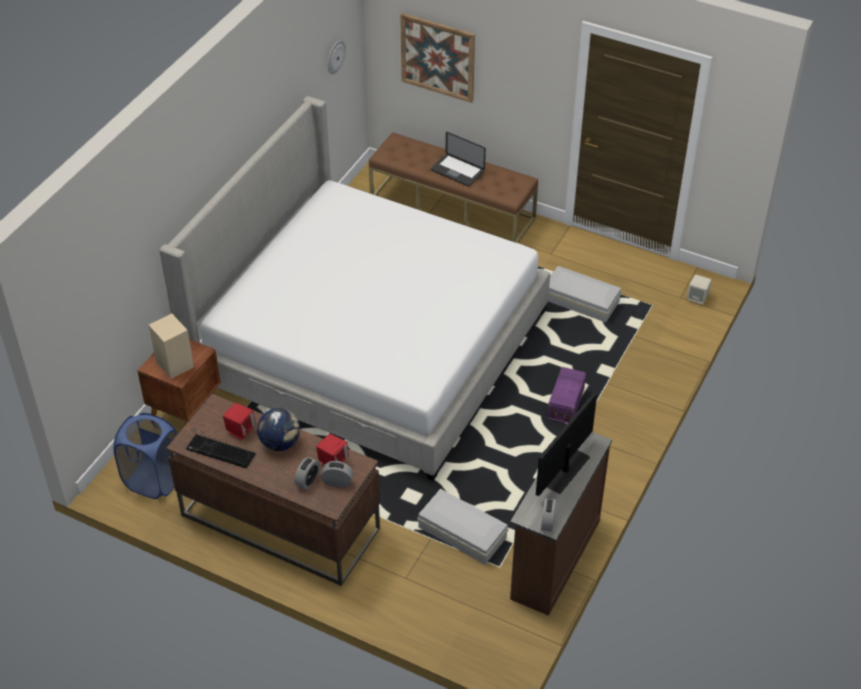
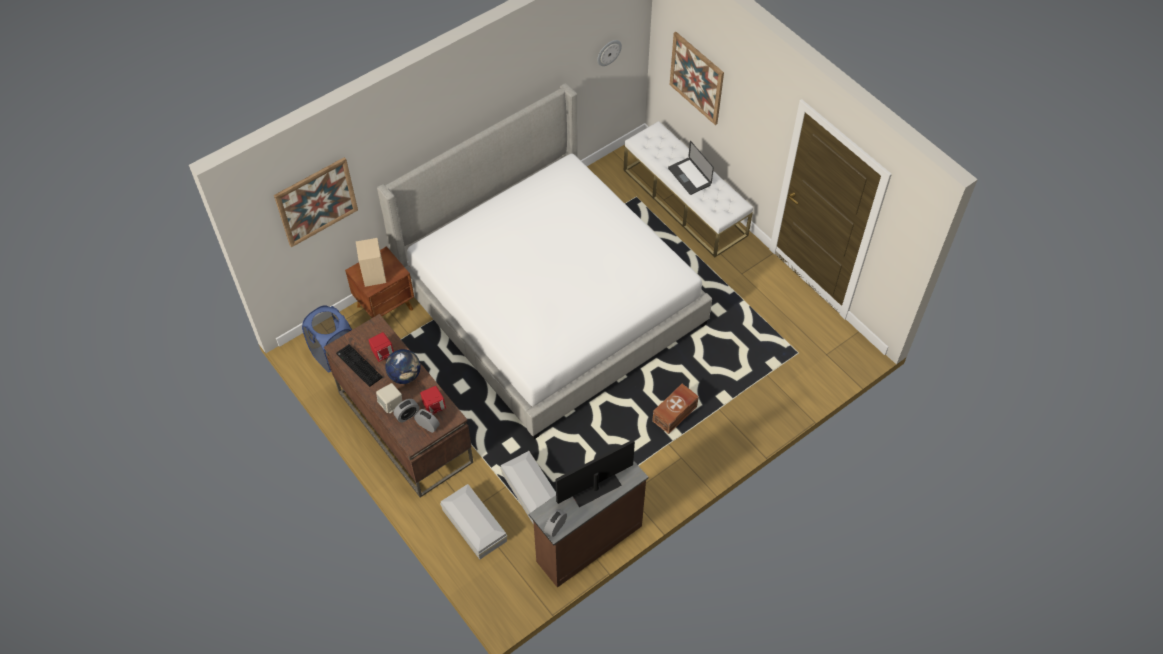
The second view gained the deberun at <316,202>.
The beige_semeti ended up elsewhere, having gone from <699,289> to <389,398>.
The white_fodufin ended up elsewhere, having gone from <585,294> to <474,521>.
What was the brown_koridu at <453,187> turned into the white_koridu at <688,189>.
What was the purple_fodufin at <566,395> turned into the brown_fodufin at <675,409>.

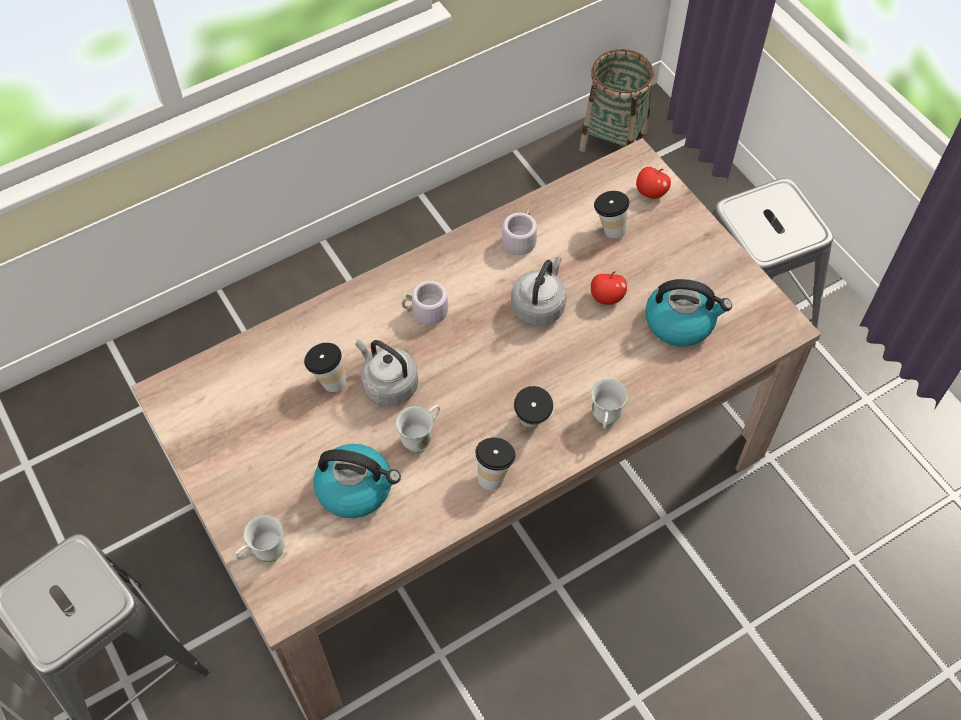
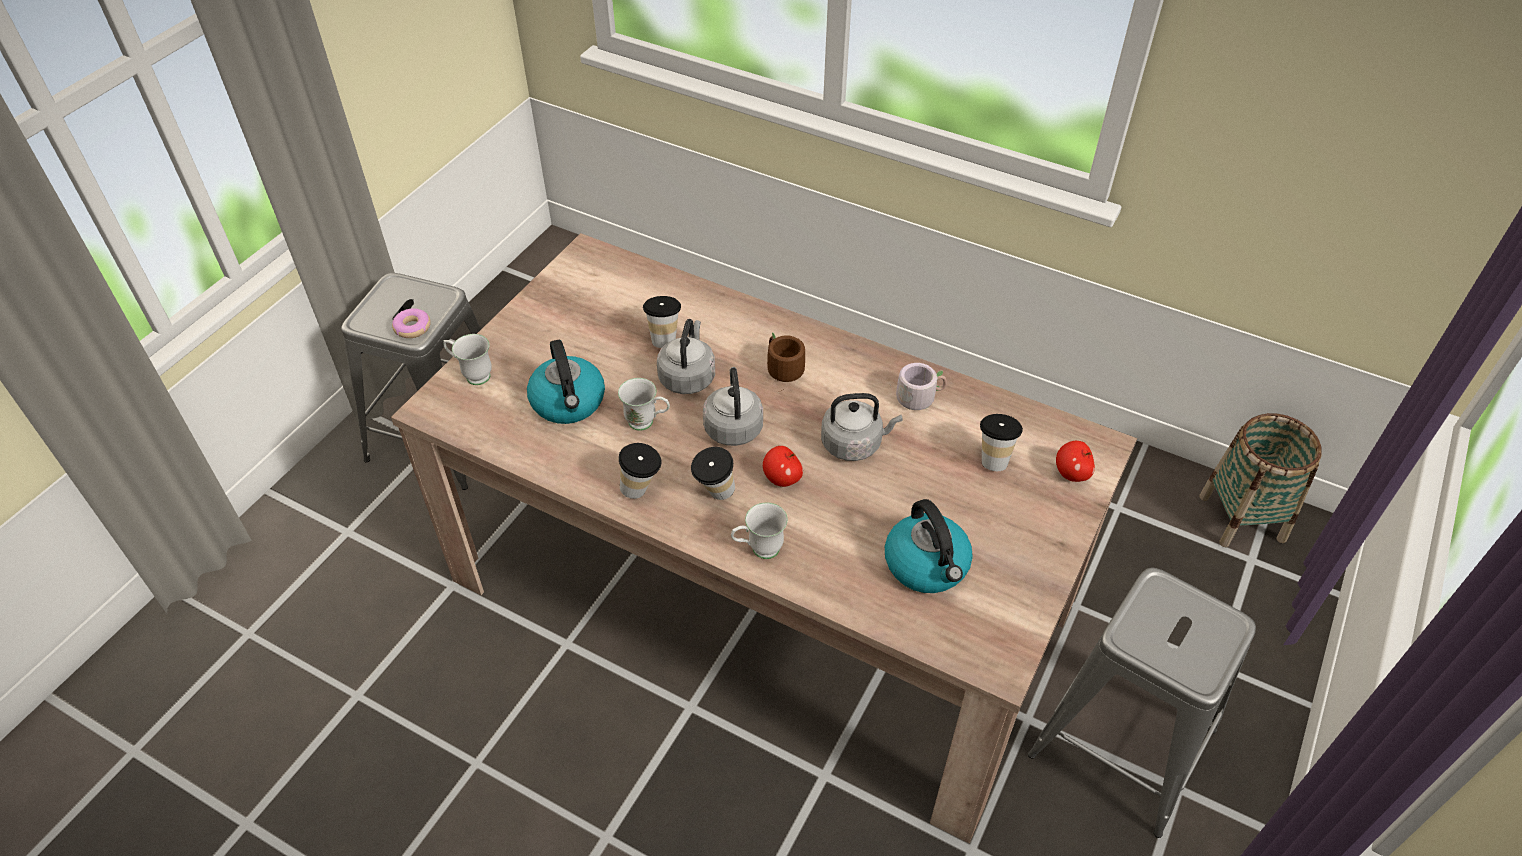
The second view gained the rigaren at <411,323>.
The second view gained the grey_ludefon at <733,406>.
The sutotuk ended up elsewhere, having gone from <609,288> to <783,466>.
What was the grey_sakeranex at <426,305> turned into the brown_sakeranex at <786,362>.

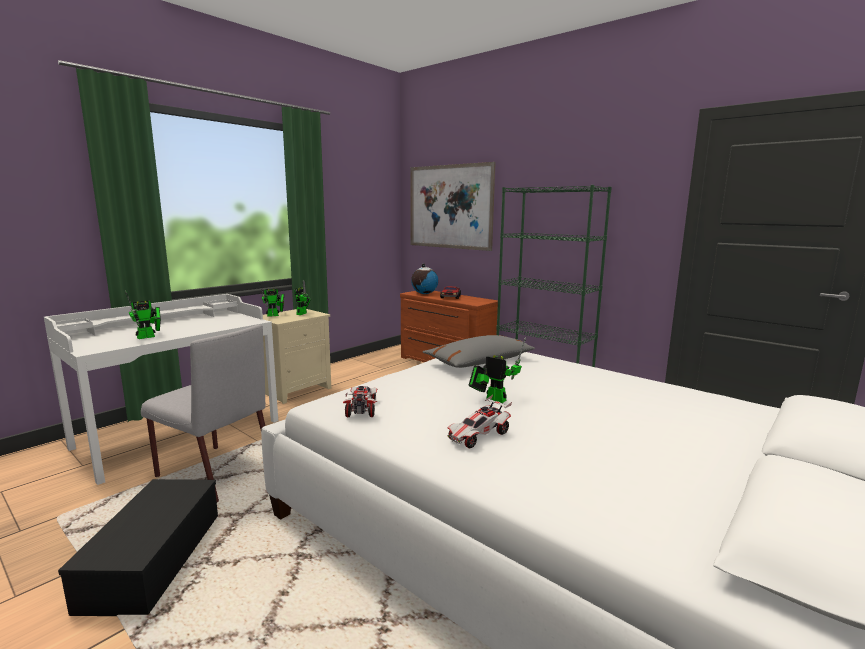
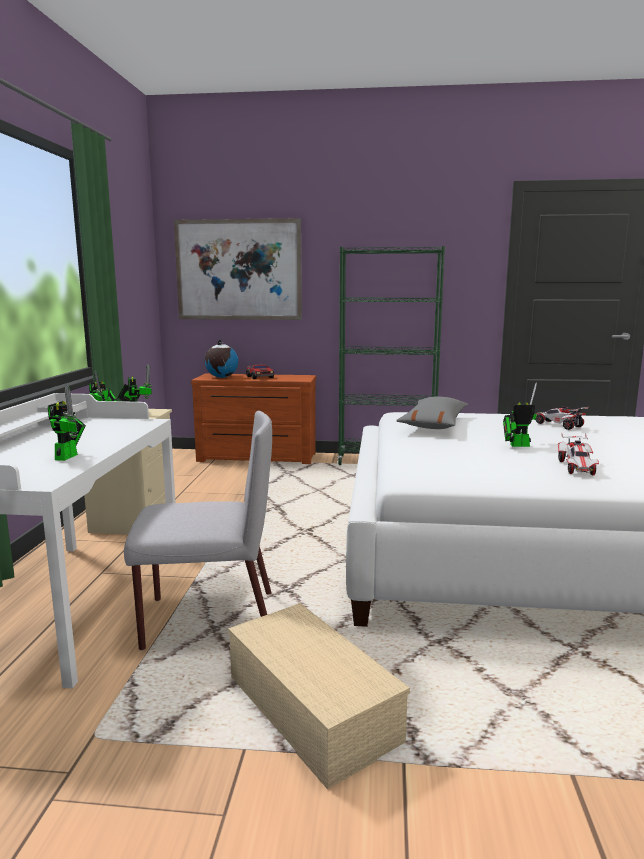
What was the black_fodufin at <138,547> turned into the beige_fodufin at <319,696>.
The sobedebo ended up elsewhere, having gone from <360,401> to <562,418>.

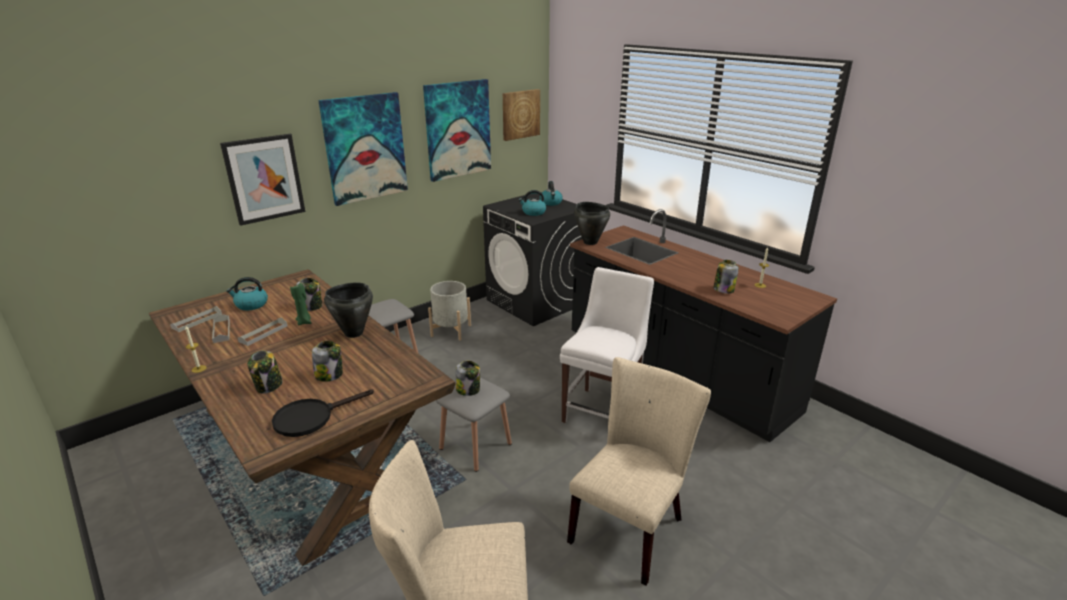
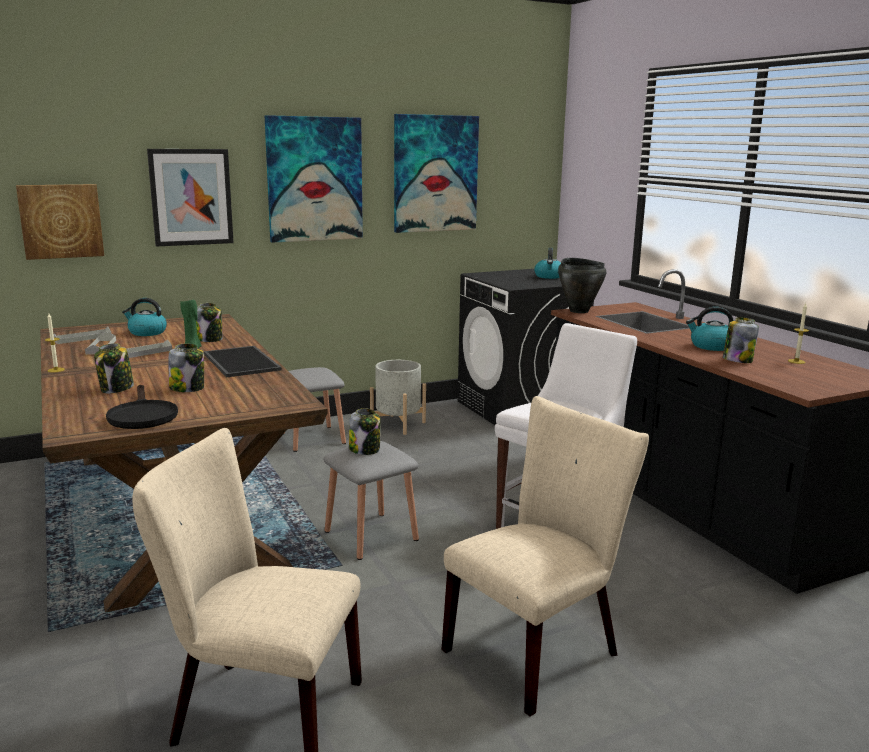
The deberun ended up elsewhere, having gone from <521,115> to <60,222>.
The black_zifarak at <323,413> ended up facing another way, 90 degrees counterclockwise from before.
Where the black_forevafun stood at <348,310>, the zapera came to stand at <242,361>.
The ludefon ended up elsewhere, having gone from <532,203> to <710,329>.

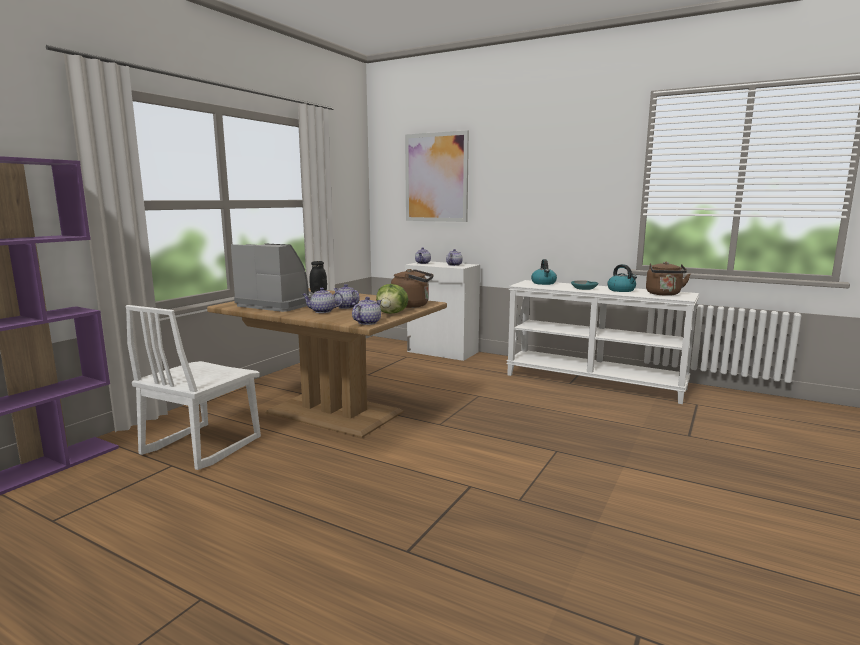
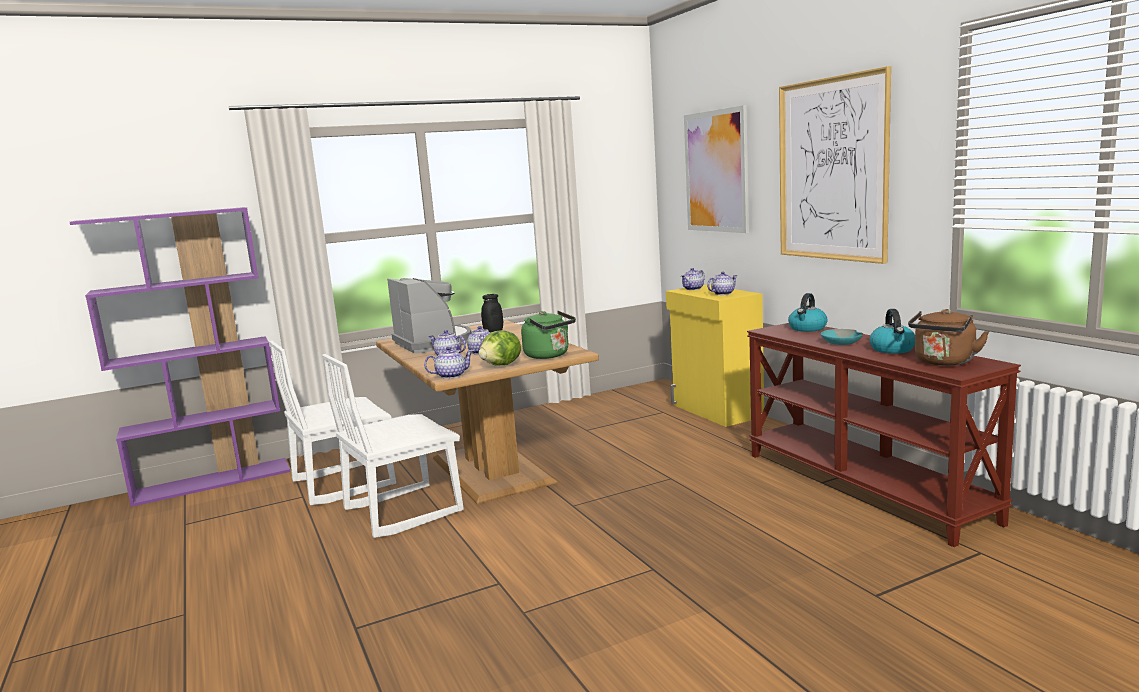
The second view gained the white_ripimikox at <393,446>.
What was the brown_ludefon at <412,288> turned into the green_ludefon at <548,335>.
What was the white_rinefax at <442,311> turned into the yellow_rinefax at <715,356>.
What was the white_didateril at <602,342> turned into the brown_didateril at <884,435>.
The second view gained the deberun at <835,165>.

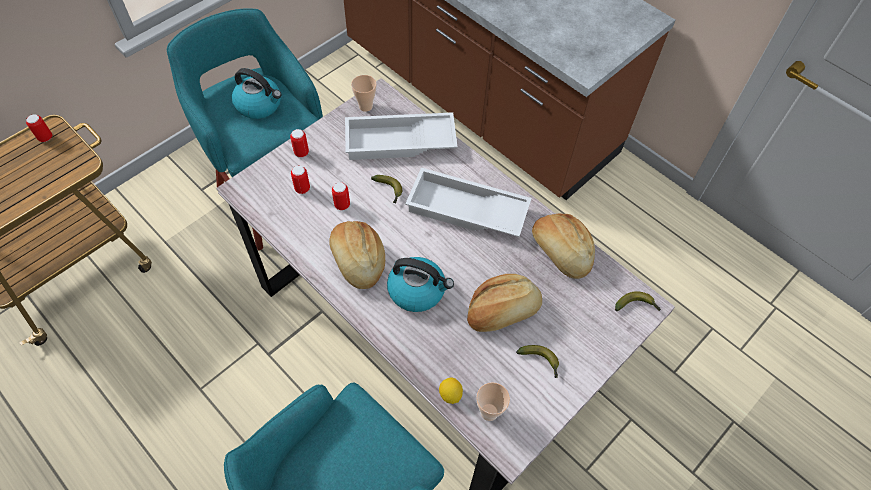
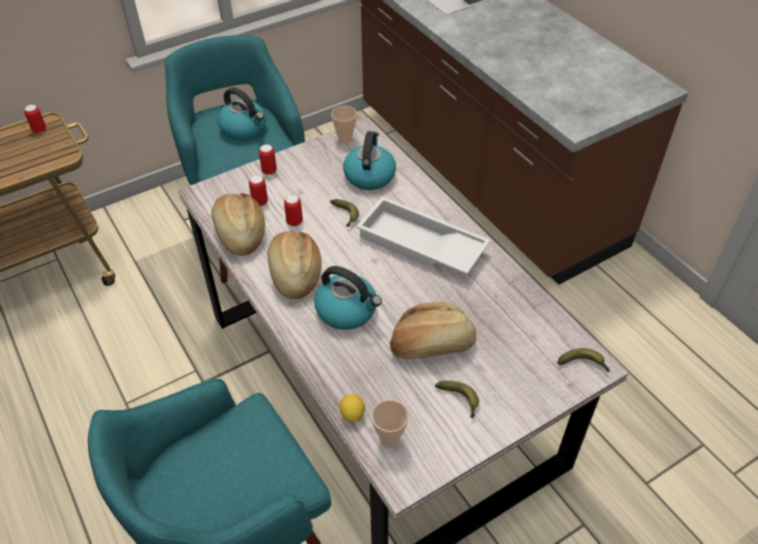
The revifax ended up elsewhere, having gone from <563,246> to <238,224>.
Where the white_zapera stood at <401,136>, the ludefon came to stand at <369,160>.

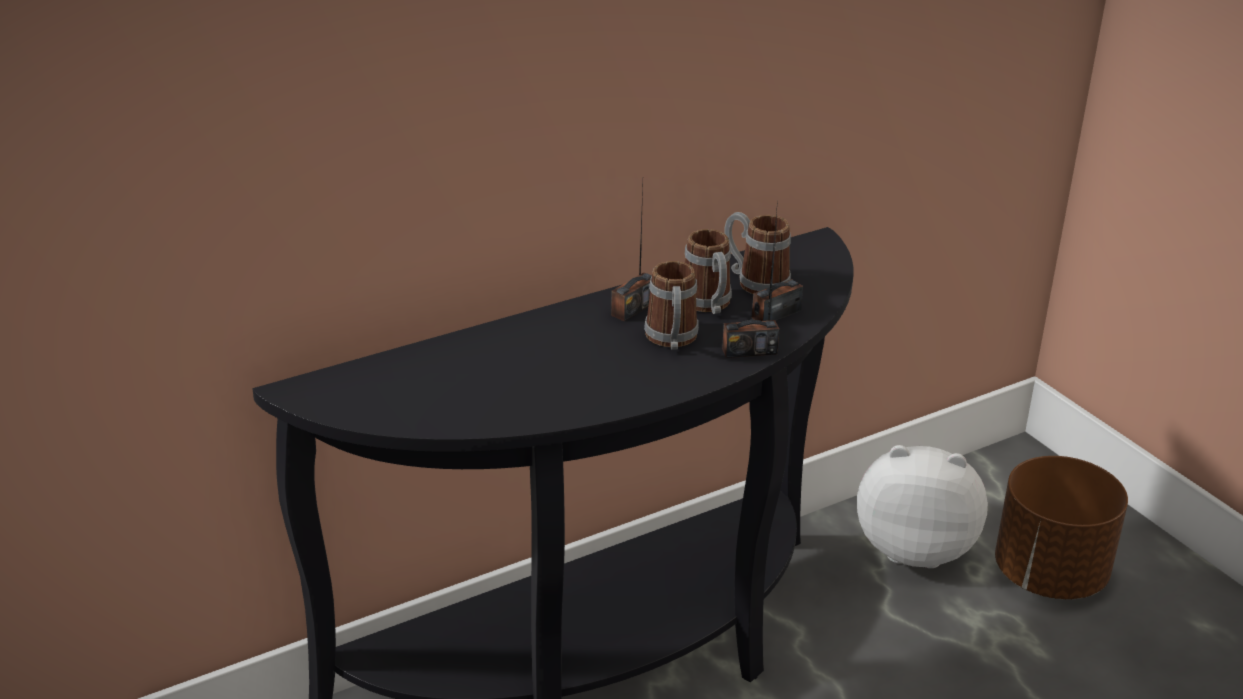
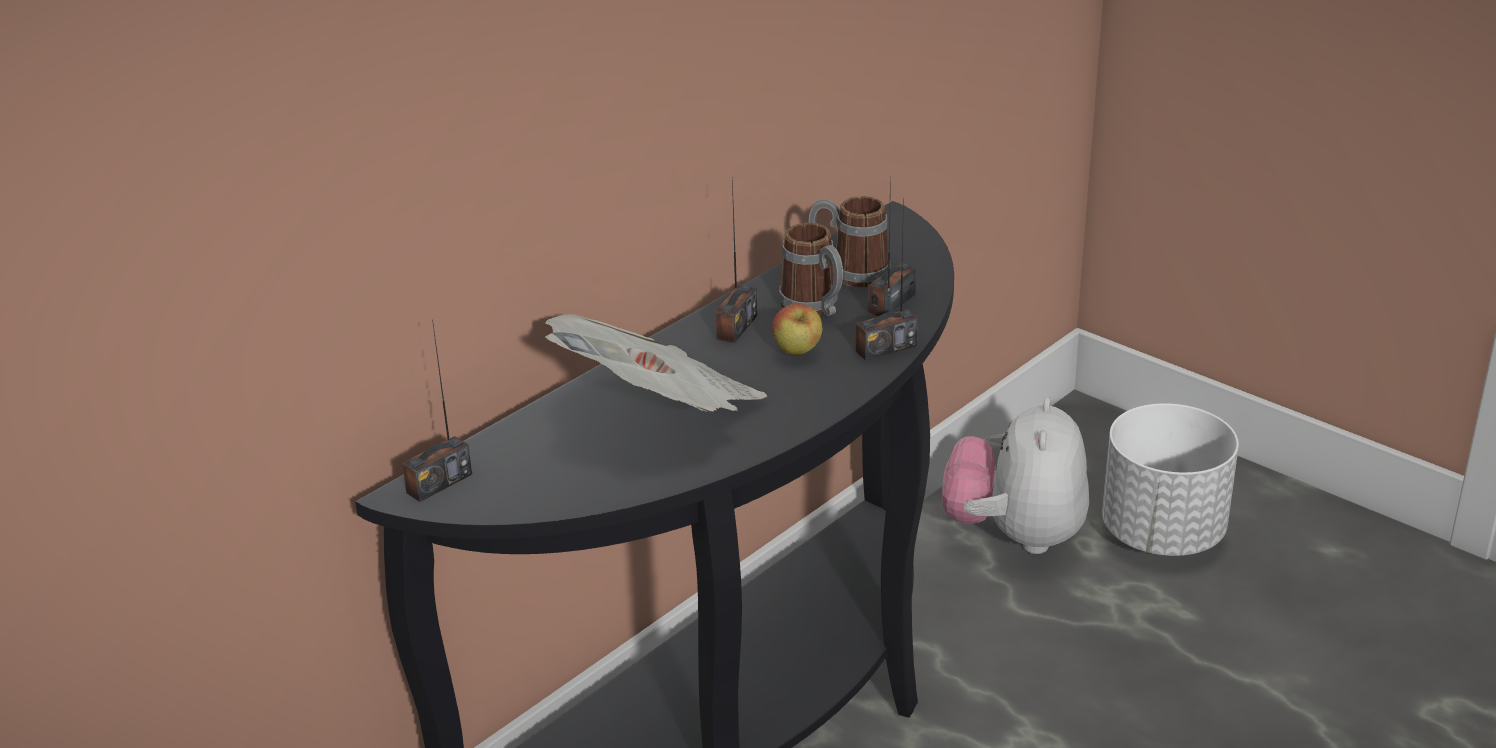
The second view gained the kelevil at <437,410>.
The second view gained the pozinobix at <656,363>.
Where the sakeranex stood at <671,305>, the sutotuk came to stand at <797,329>.
The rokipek at <922,506> ended up facing another way, 75 degrees counterclockwise from before.
What was the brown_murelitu at <1061,528> turned into the white_murelitu at <1170,479>.

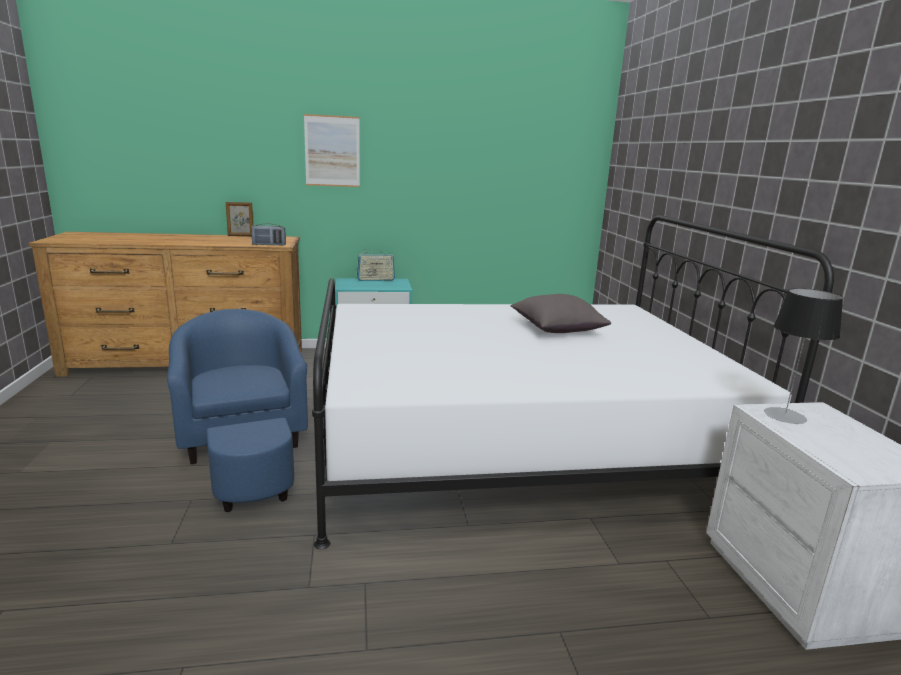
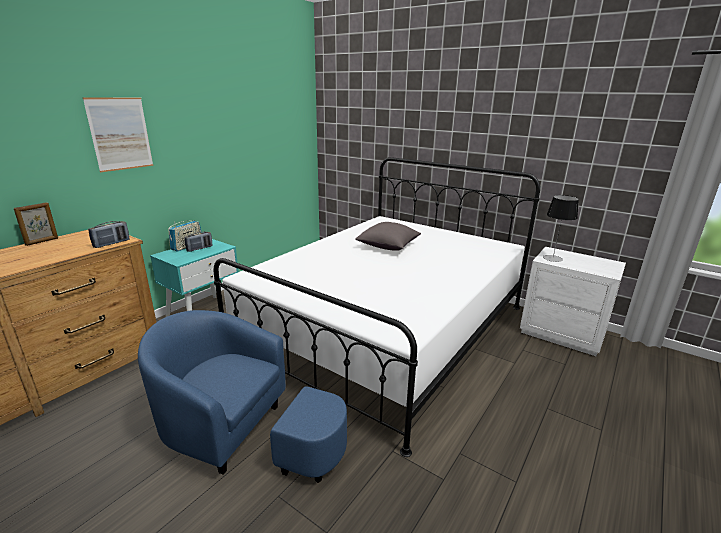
The second view gained the kelevil at <198,242>.

